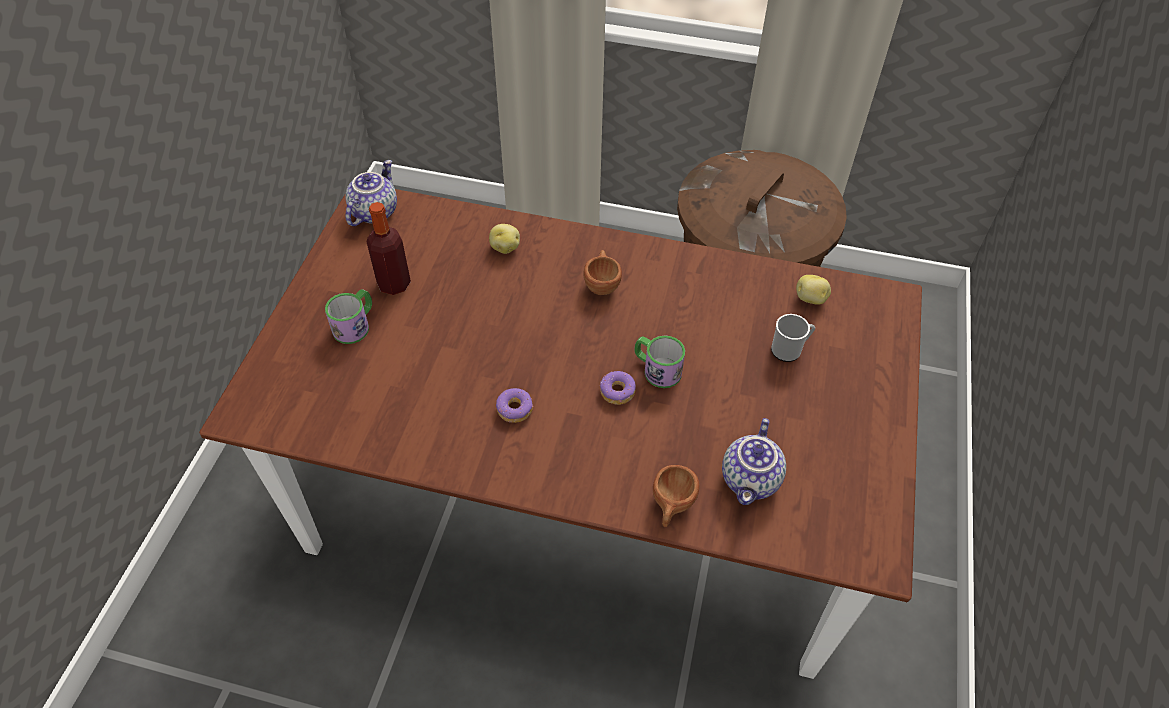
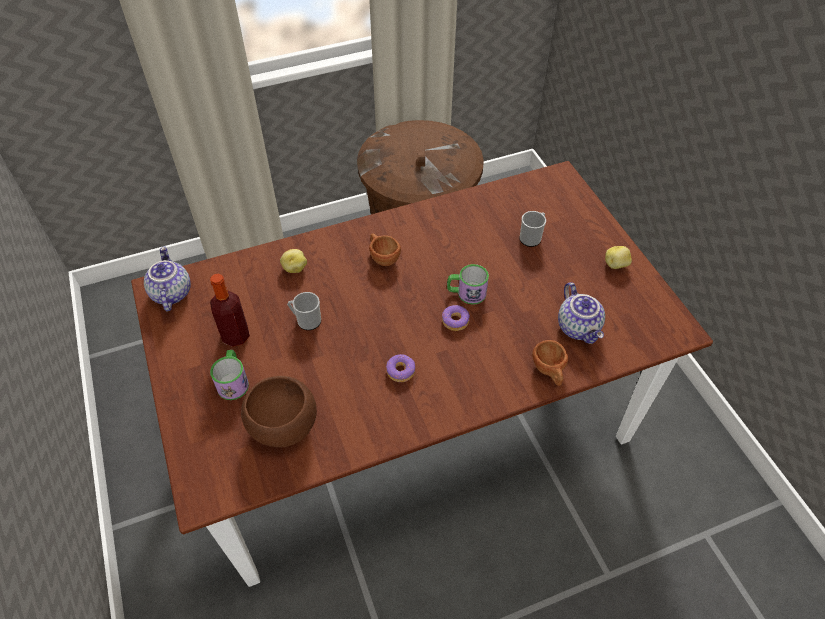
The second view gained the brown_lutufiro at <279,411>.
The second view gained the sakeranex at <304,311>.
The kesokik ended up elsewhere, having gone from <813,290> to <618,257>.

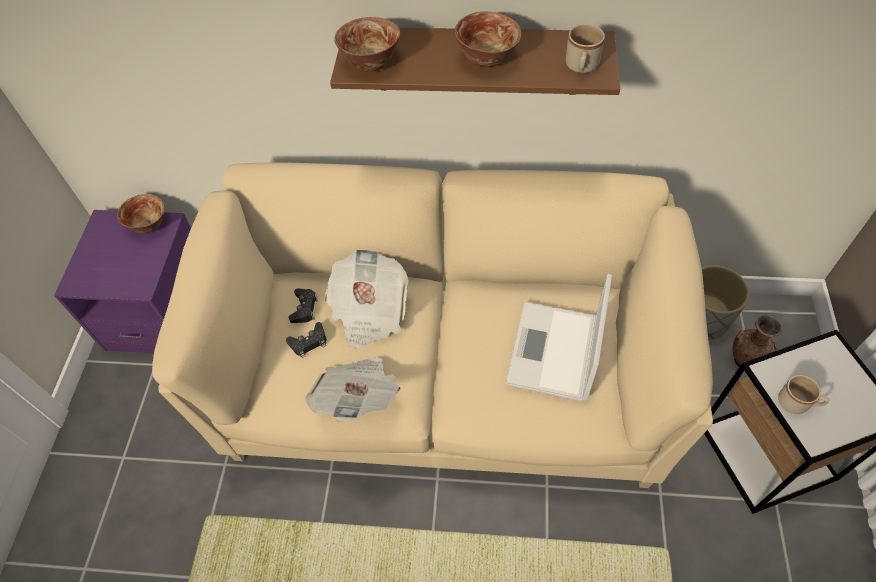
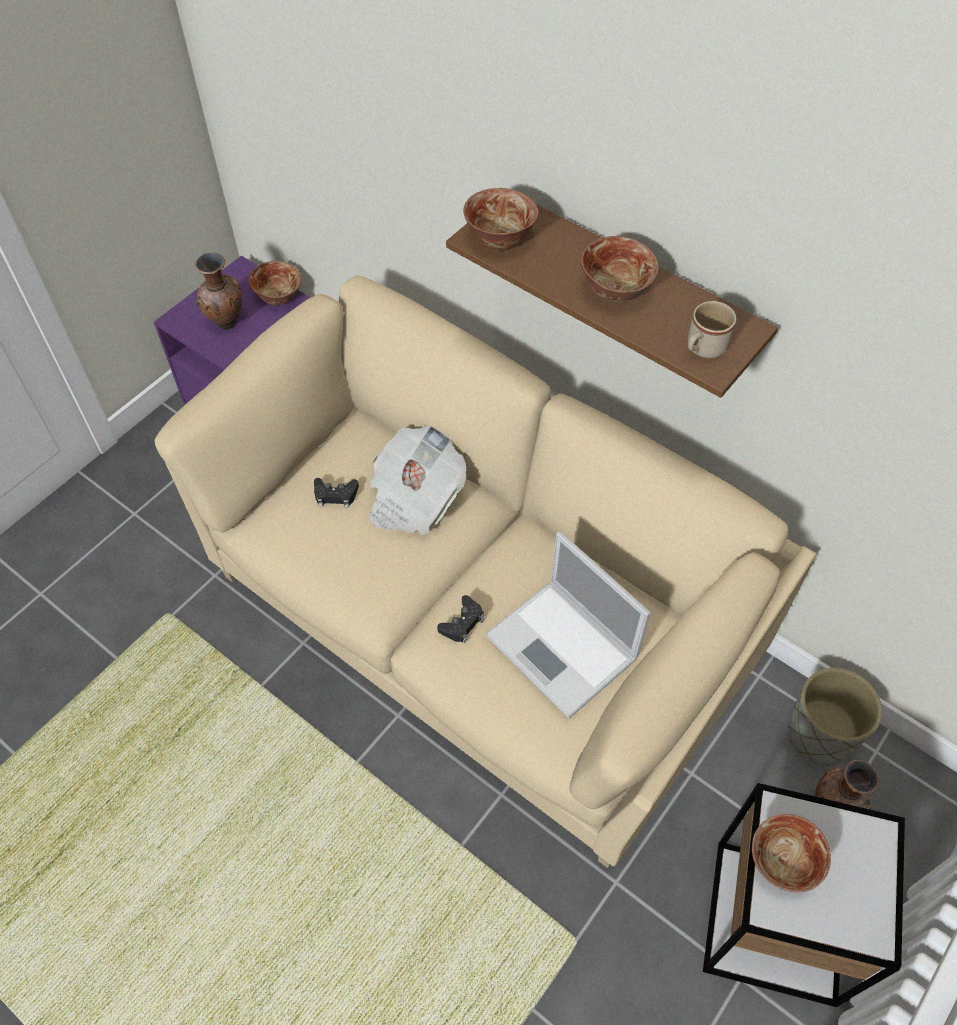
The second view gained the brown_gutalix at <218,291>.
The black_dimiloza ended up elsewhere, having gone from <303,305> to <460,619>.
The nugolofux at <558,338> ended up facing another way, 90 degrees counterclockwise from before.
Where the beige_sakeranex stood at <803,394>, the lutufiro came to stand at <791,853>.
The second view lost the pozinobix at <353,389>.

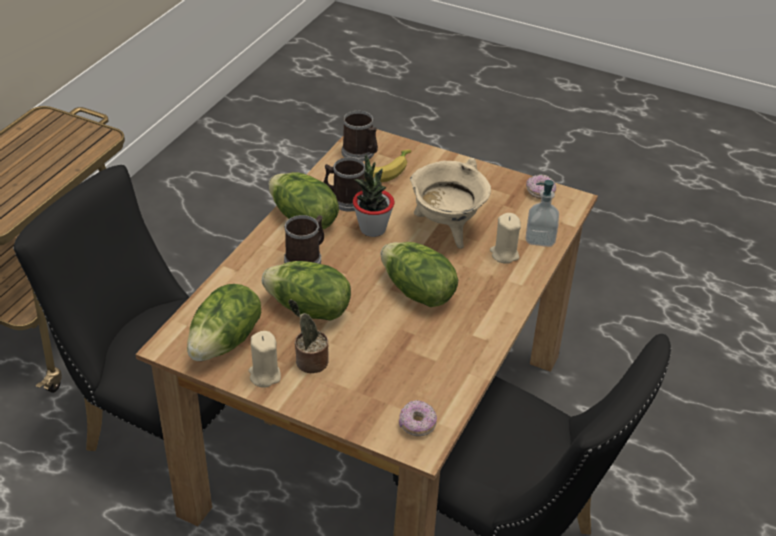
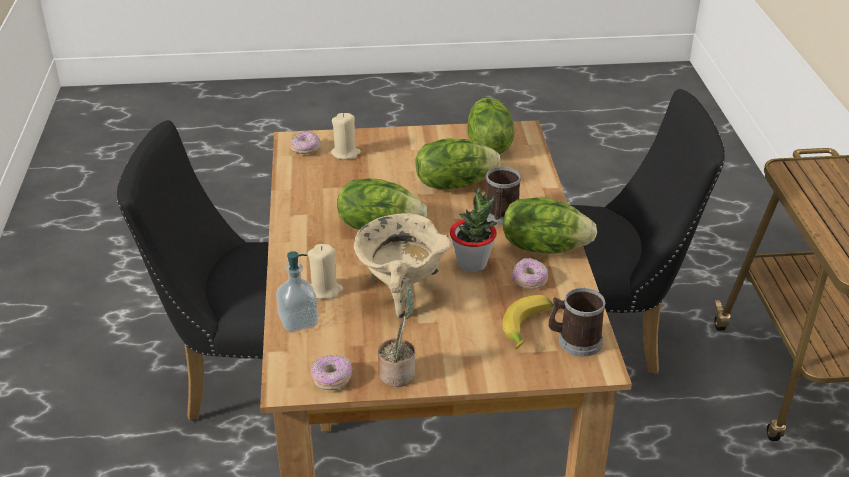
The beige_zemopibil ended up elsewhere, having gone from <265,359> to <346,136>.
The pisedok ended up elsewhere, having gone from <308,336> to <396,335>.
Where the sakeranex stood at <344,184>, the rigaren came to stand at <530,273>.

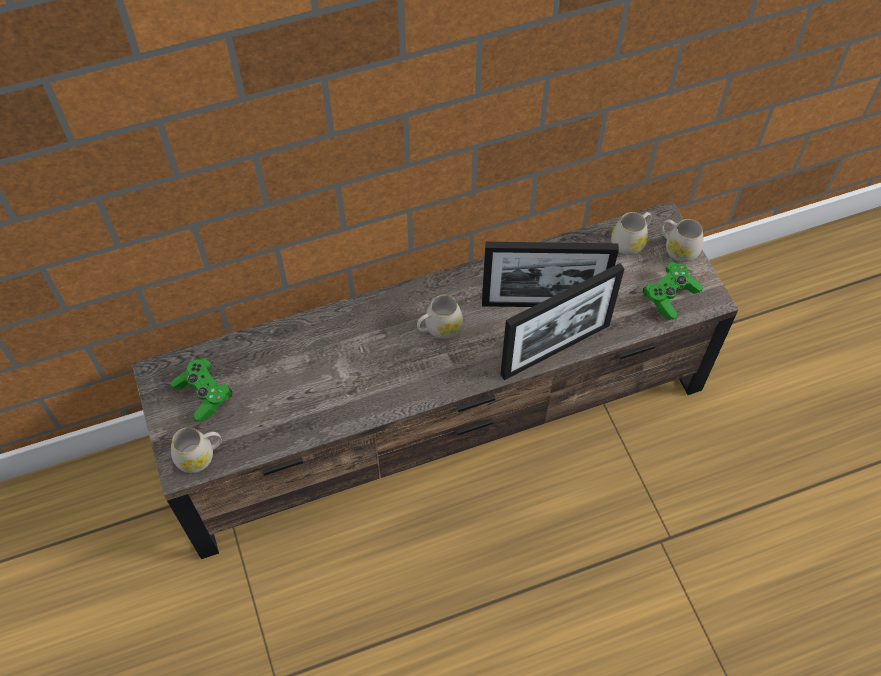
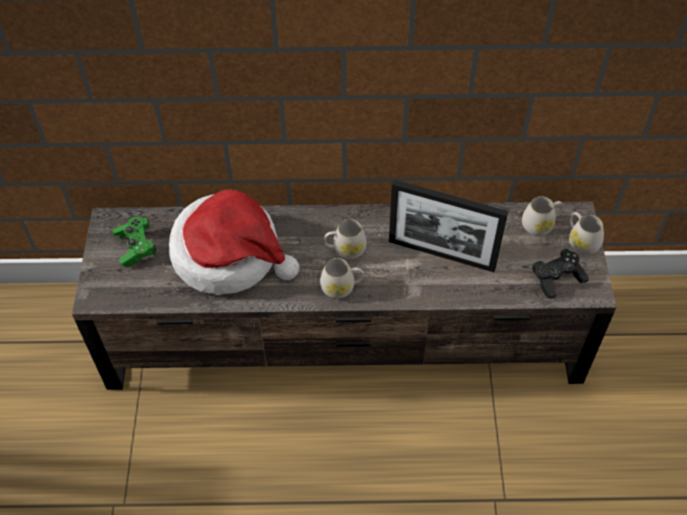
The second view gained the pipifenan at <234,242>.
The white_sakeranex ended up elsewhere, having gone from <196,450> to <342,278>.
What was the green_dimiloza at <673,291> turned into the black_dimiloza at <560,274>.
The second view lost the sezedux at <562,321>.

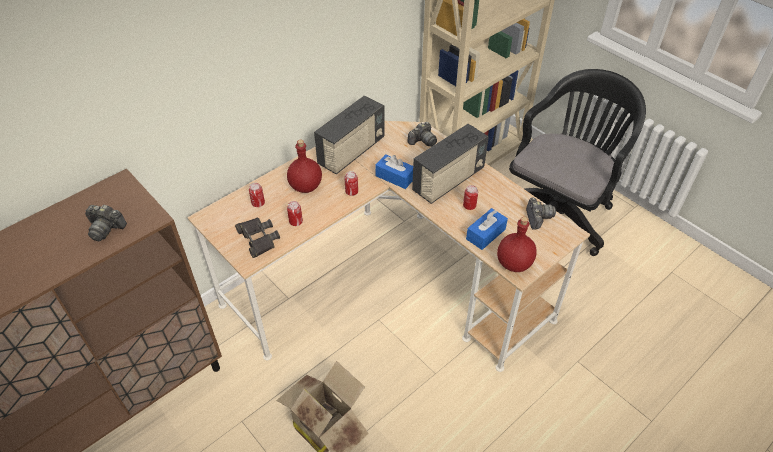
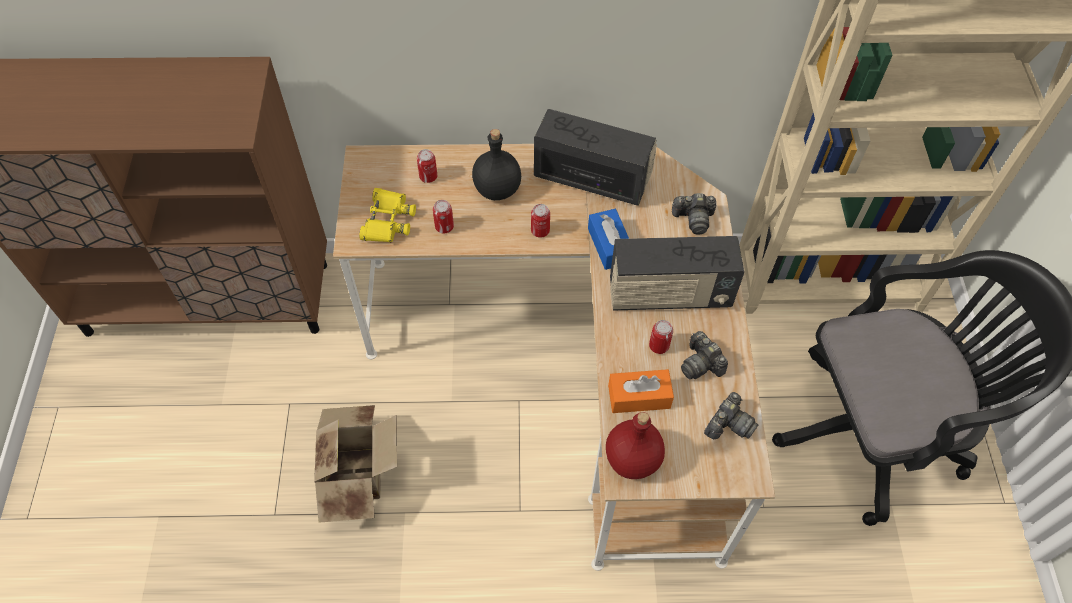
What was the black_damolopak at <257,238> turned into the yellow_damolopak at <387,215>.
What was the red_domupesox at <304,166> turned into the black_domupesox at <496,164>.
The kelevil at <349,135> ended up facing another way, 150 degrees counterclockwise from before.
What was the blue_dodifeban at <487,229> turned into the orange_dodifeban at <641,391>.
The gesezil ended up elsewhere, having gone from <106,223> to <704,355>.

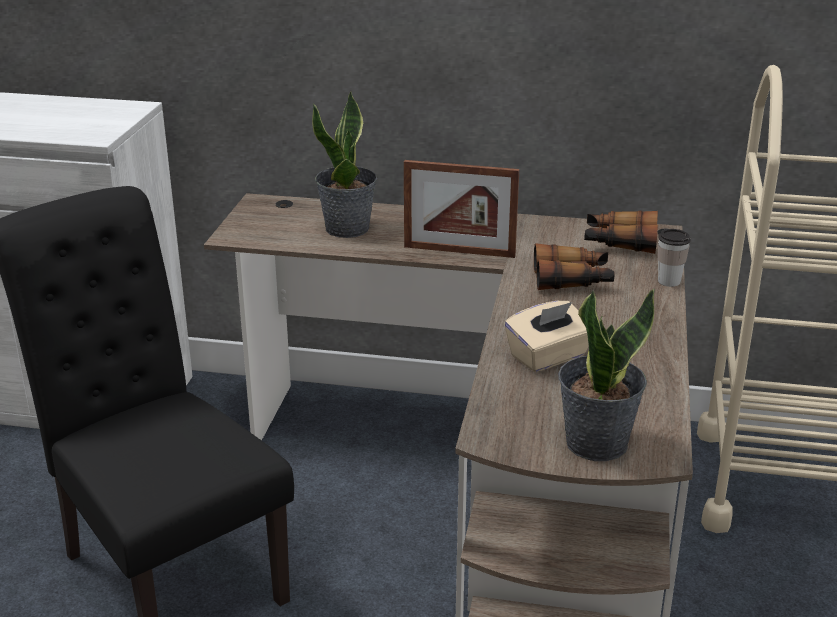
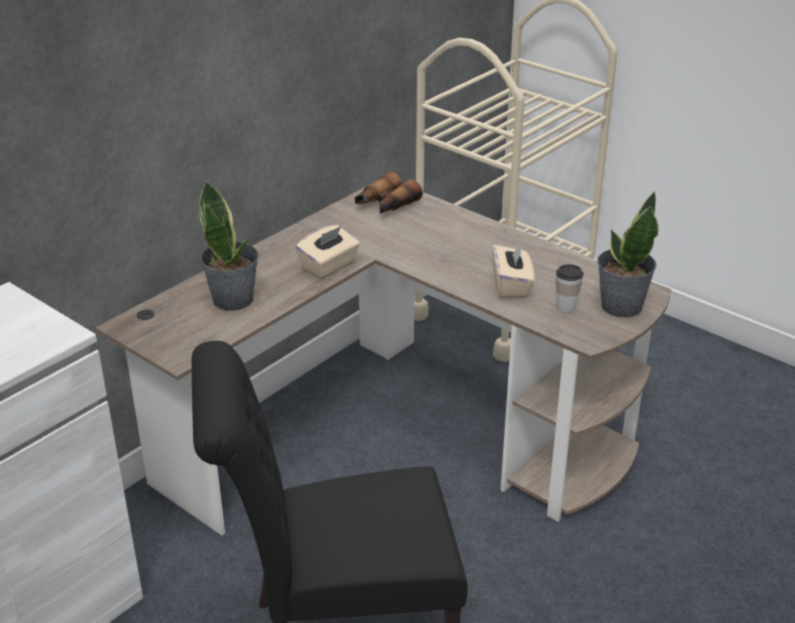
Where the sezedux stood at <461,209>, the beige_dodifeban came to stand at <328,252>.
The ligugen ended up elsewhere, having gone from <674,258> to <570,288>.
The second view lost the damolopak at <574,266>.

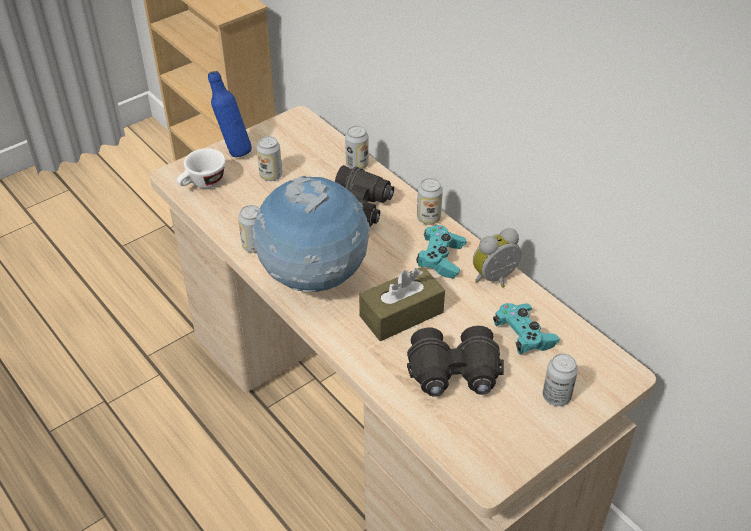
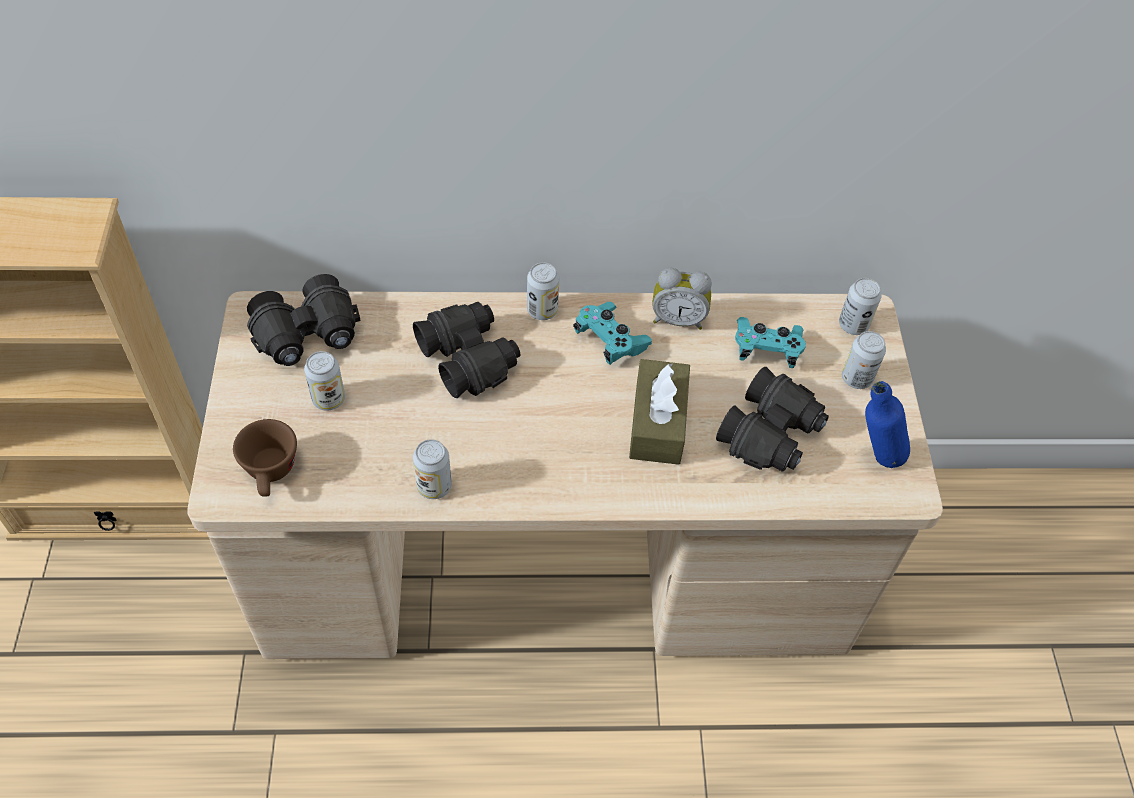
What was the white_ligugen at <201,168> turned into the brown_ligugen at <265,458>.
The second view gained the black_damolopak at <304,320>.
The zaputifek at <497,258> ended up facing another way, 90 degrees counterclockwise from before.
The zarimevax ended up elsewhere, having gone from <357,147> to <860,306>.
The blue_domupesox ended up elsewhere, having gone from <230,114> to <887,424>.
The second view lost the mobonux at <311,234>.

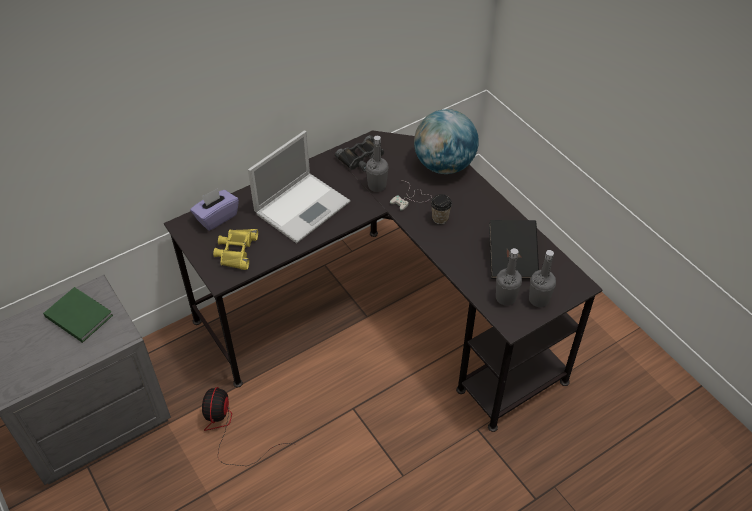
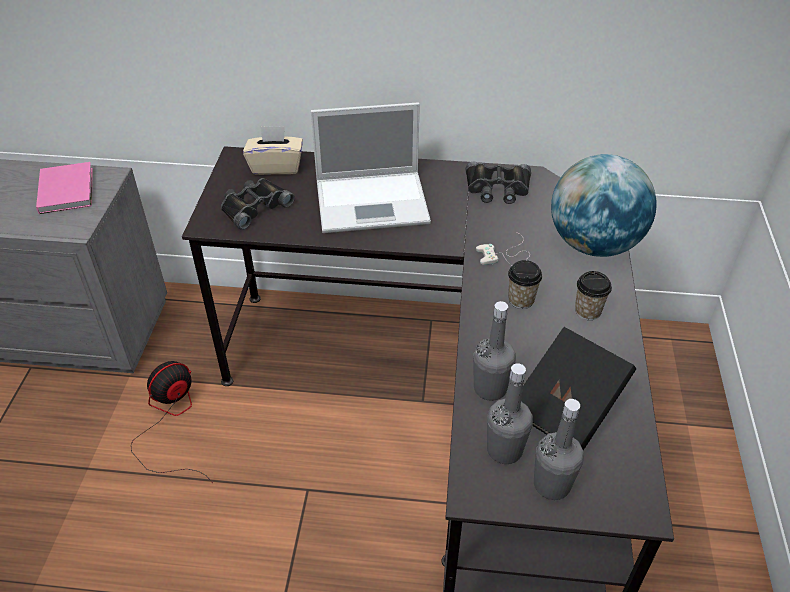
What was the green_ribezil at <78,315> turned into the pink_ribezil at <64,188>.
What was the yellow_damolopak at <235,249> turned into the black_damolopak at <258,204>.
What was the purple_dodifeban at <214,209> turned into the beige_dodifeban at <273,150>.
The grey_domupesox ended up elsewhere, having gone from <377,164> to <494,351>.
The second view gained the ligugen at <593,295>.

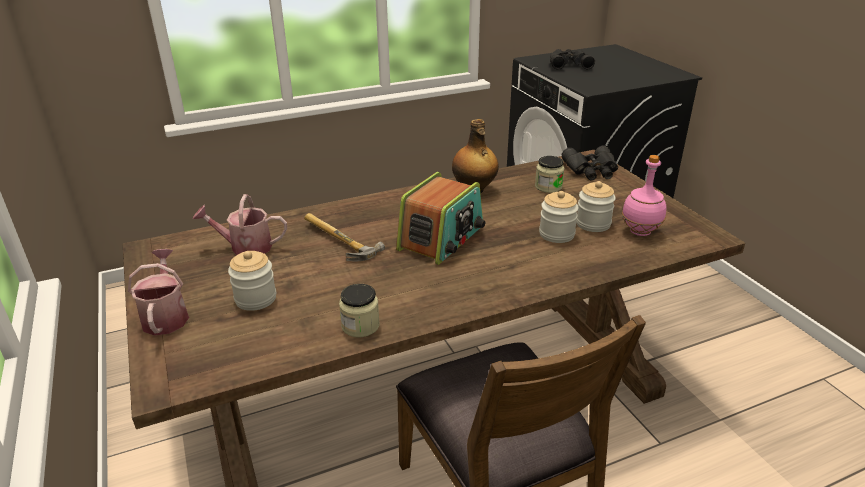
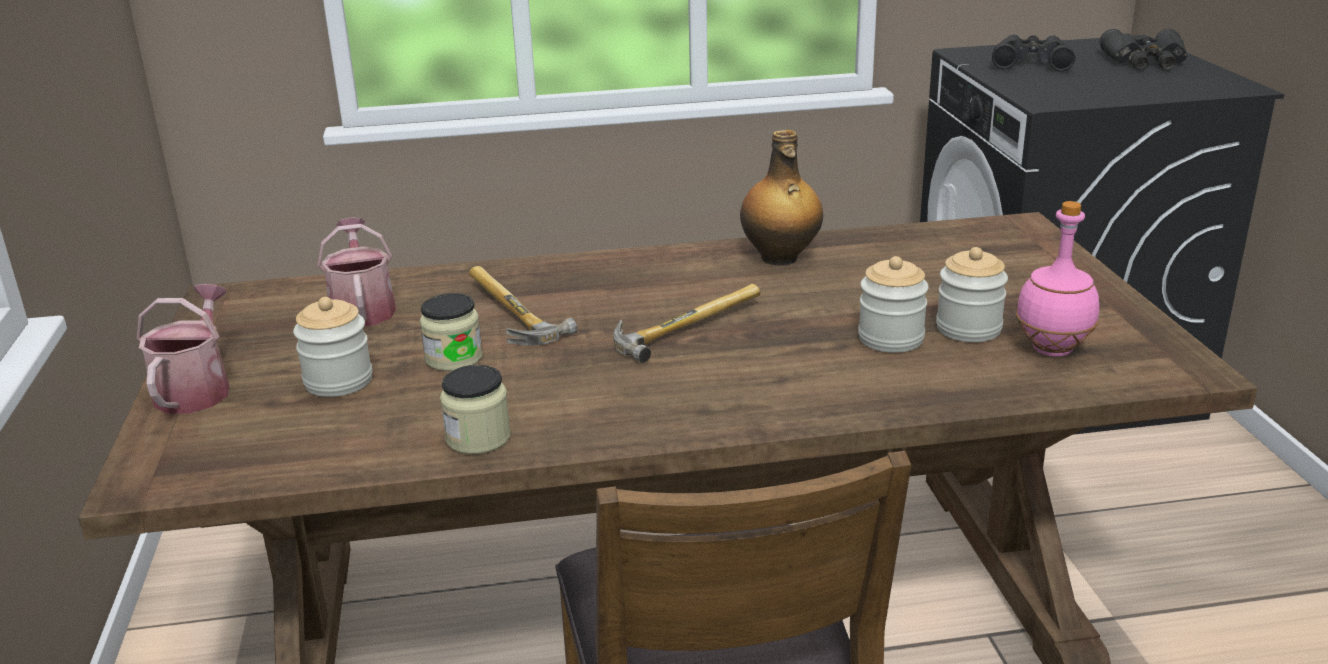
The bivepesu at <240,225> ended up facing another way, 60 degrees clockwise from before.
The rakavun ended up elsewhere, having gone from <550,174> to <451,332>.
Where the kelevil stood at <441,218>, the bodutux came to stand at <687,323>.
The black_damolopak ended up elsewhere, having gone from <590,163> to <1143,49>.

